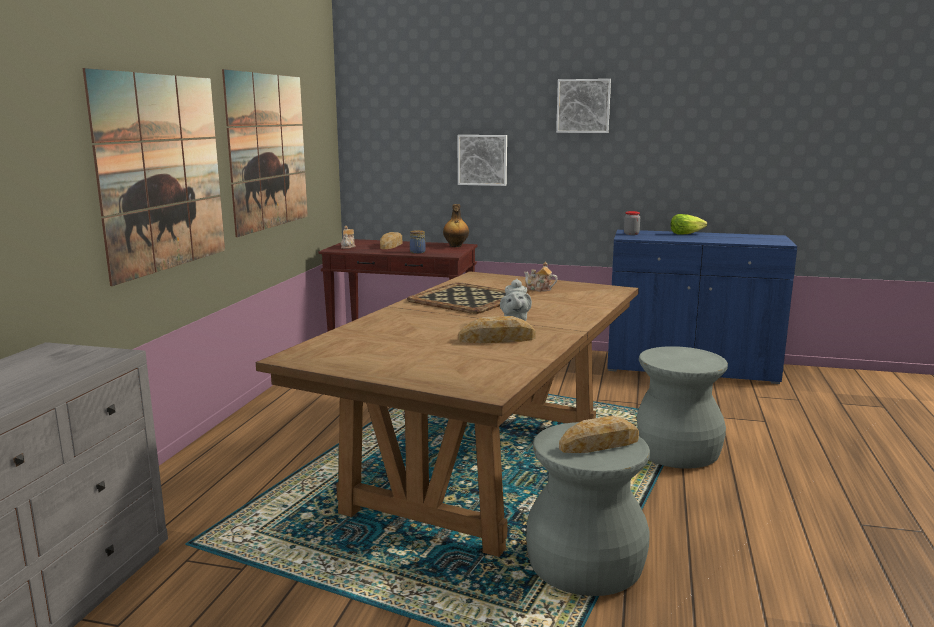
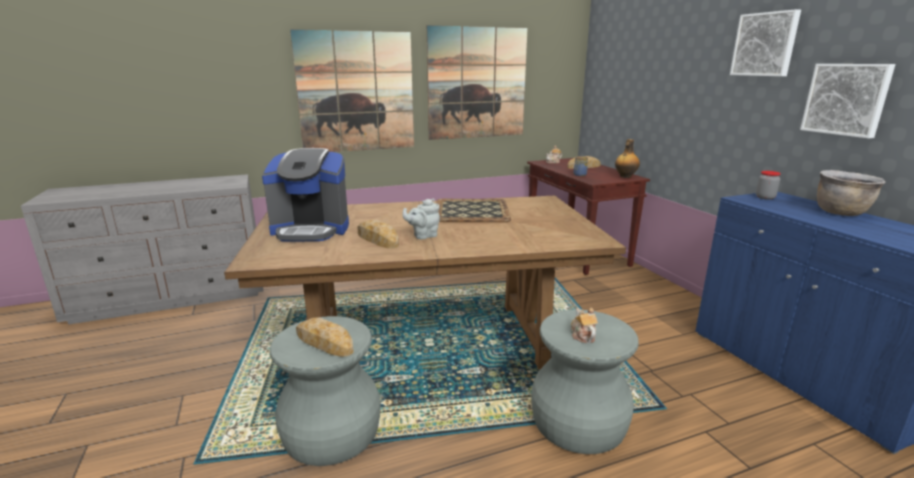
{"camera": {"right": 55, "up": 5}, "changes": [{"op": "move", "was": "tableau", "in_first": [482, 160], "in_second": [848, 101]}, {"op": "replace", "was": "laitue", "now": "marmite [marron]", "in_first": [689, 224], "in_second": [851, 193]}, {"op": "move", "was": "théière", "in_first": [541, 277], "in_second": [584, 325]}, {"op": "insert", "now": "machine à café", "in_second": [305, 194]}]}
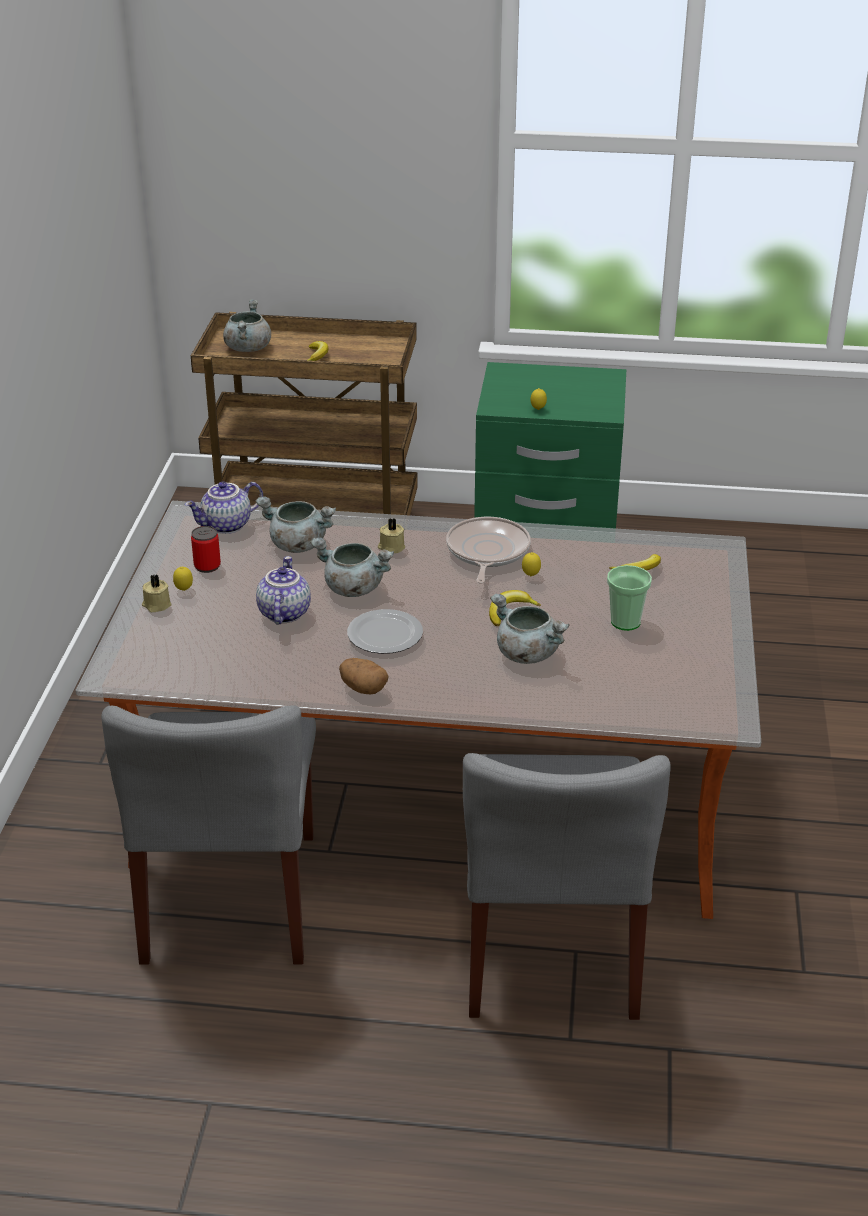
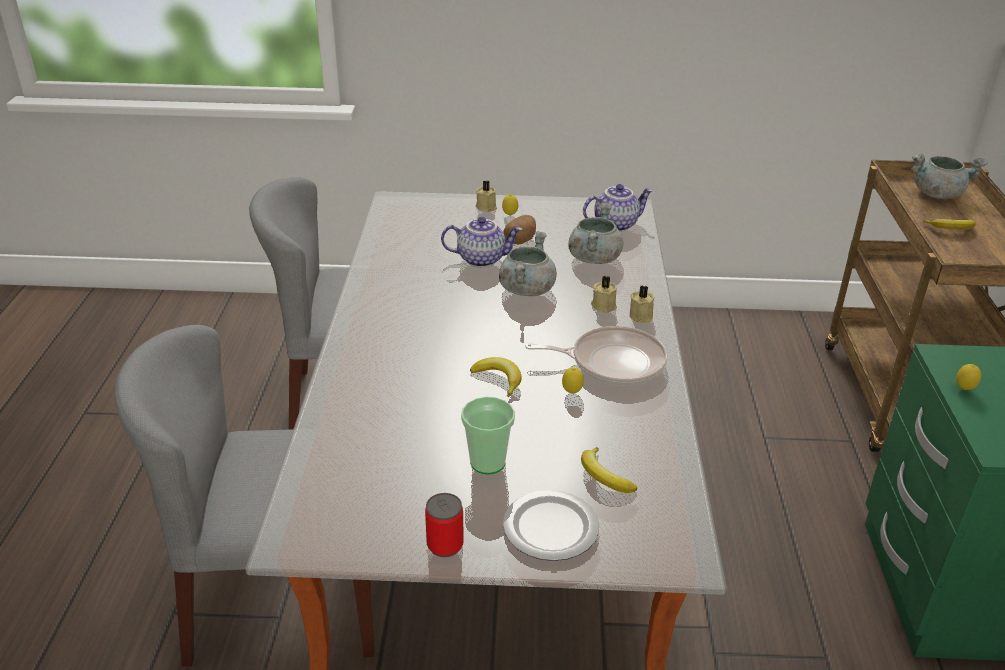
{"camera": {"right": 85, "up": 0}, "changes": [{"op": "rotate", "was": "théière", "in_first": [224, 508], "in_second": [618, 208], "clockwise": 105}, {"op": "move", "was": "boîte métallique", "in_first": [206, 549], "in_second": [444, 525]}, {"op": "delete", "was": "marmite [gris]", "in_first": [529, 629]}, {"op": "move", "was": "assiette", "in_first": [385, 631], "in_second": [551, 525]}, {"op": "move", "was": "pomme de terre", "in_first": [363, 676], "in_second": [519, 230]}, {"op": "insert", "now": "bougie [beige]", "in_second": [642, 304]}]}
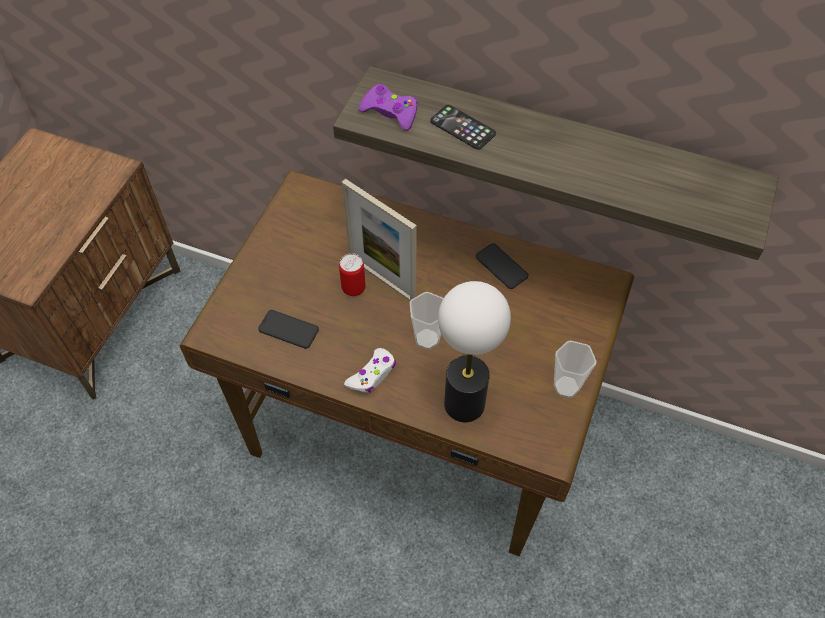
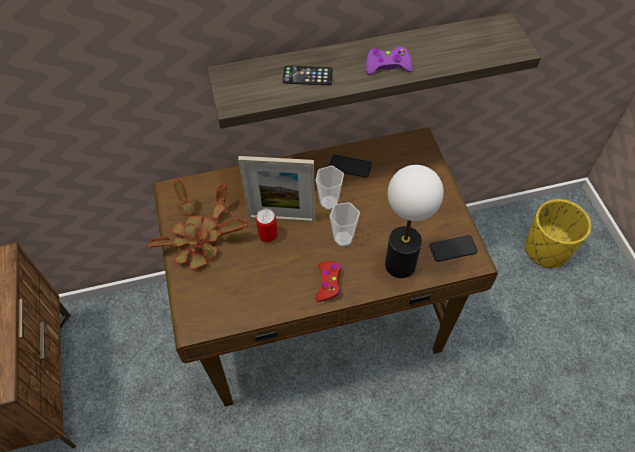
{"camera": {"right": -35, "up": 0}, "changes": [{"op": "move", "was": "manette [violet]", "in_first": [388, 107], "in_second": [389, 61]}, {"op": "move", "was": "téléphone", "in_first": [288, 329], "in_second": [453, 248]}, {"op": "move", "was": "tasse", "in_first": [575, 369], "in_second": [330, 188]}, {"op": "recolor", "was": "manette [blanc]", "now": "manette [rouge]", "in_first": [370, 370], "in_second": [328, 281]}, {"op": "insert", "now": "plante en pot", "in_second": [198, 224]}, {"op": "insert", "now": "cache-pot [jaune]", "in_second": [558, 234]}]}
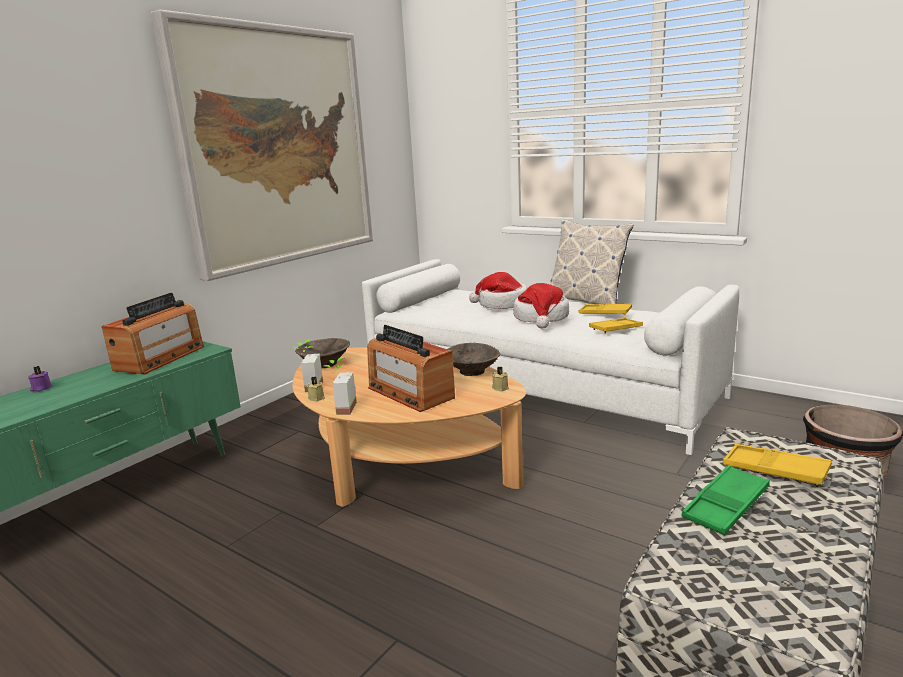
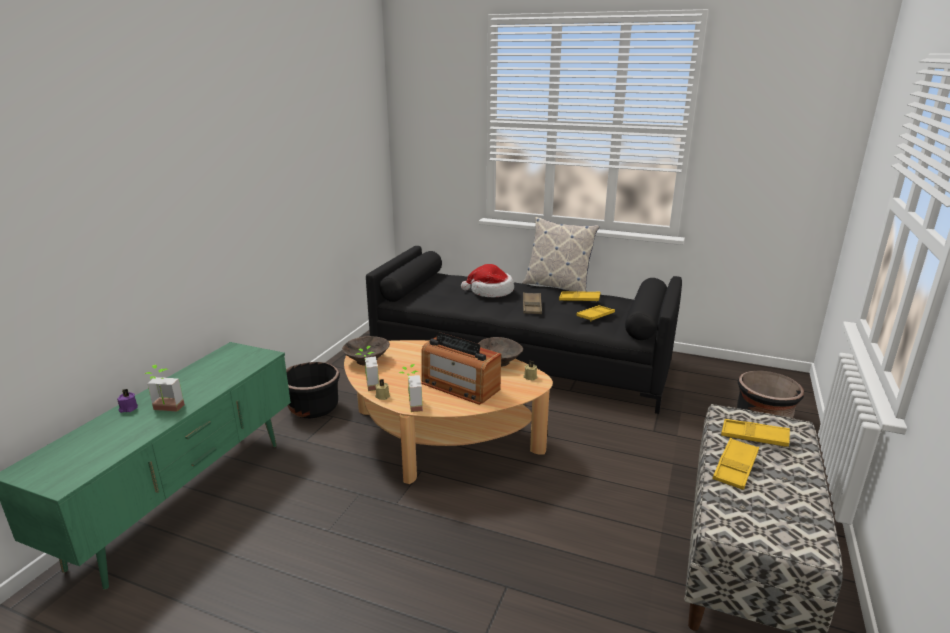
{"camera": {"right": -15, "up": 5}, "changes": [{"op": "delete", "was": "tableau", "in_first": [262, 145]}, {"op": "recolor", "was": "canapé [blanc]", "now": "canapé [noir]", "in_first": [550, 357], "in_second": [524, 330]}, {"op": "replace", "was": "chapeau", "now": "plateau [marron]", "in_first": [541, 306], "in_second": [532, 303]}, {"op": "delete", "was": "radio", "in_first": [153, 333]}, {"op": "recolor", "was": "plateau [vert]", "now": "plateau [jaune]", "in_first": [726, 500], "in_second": [735, 464]}, {"op": "insert", "now": "cache-pot [noir]", "in_second": [313, 390]}, {"op": "insert", "now": "plante en pot", "in_second": [165, 388]}]}
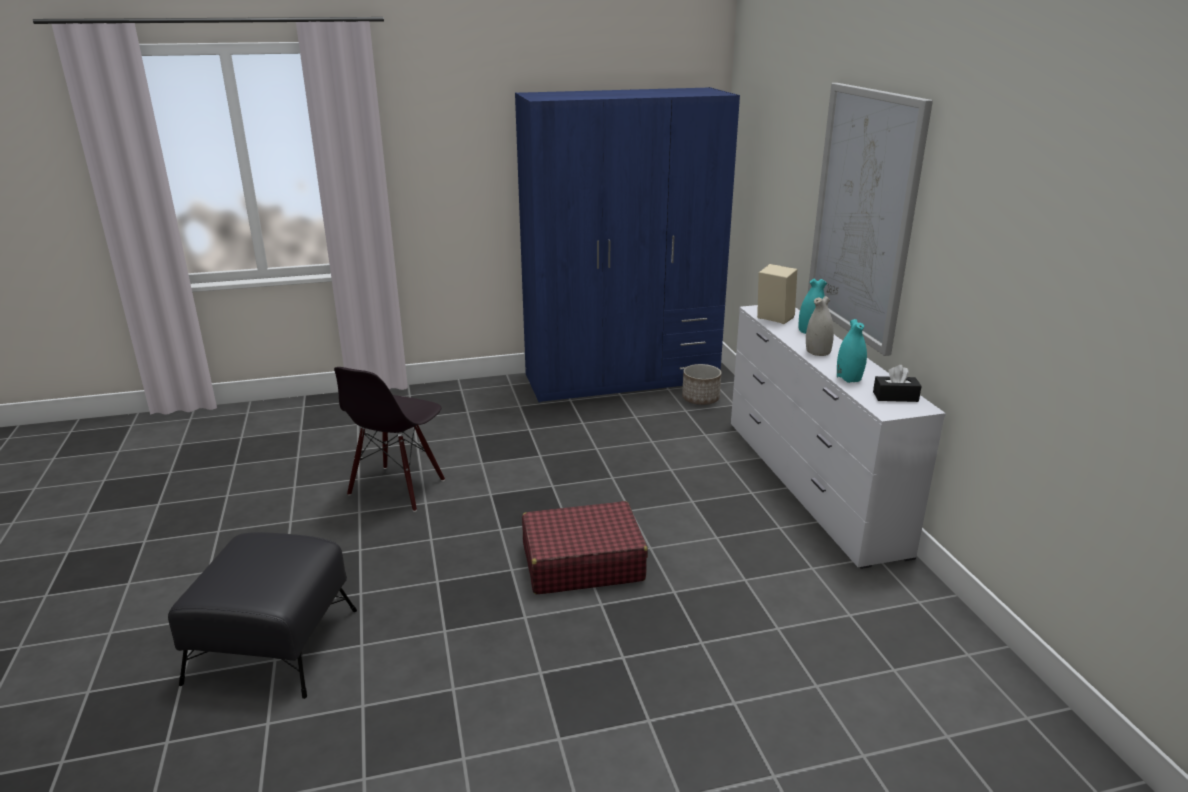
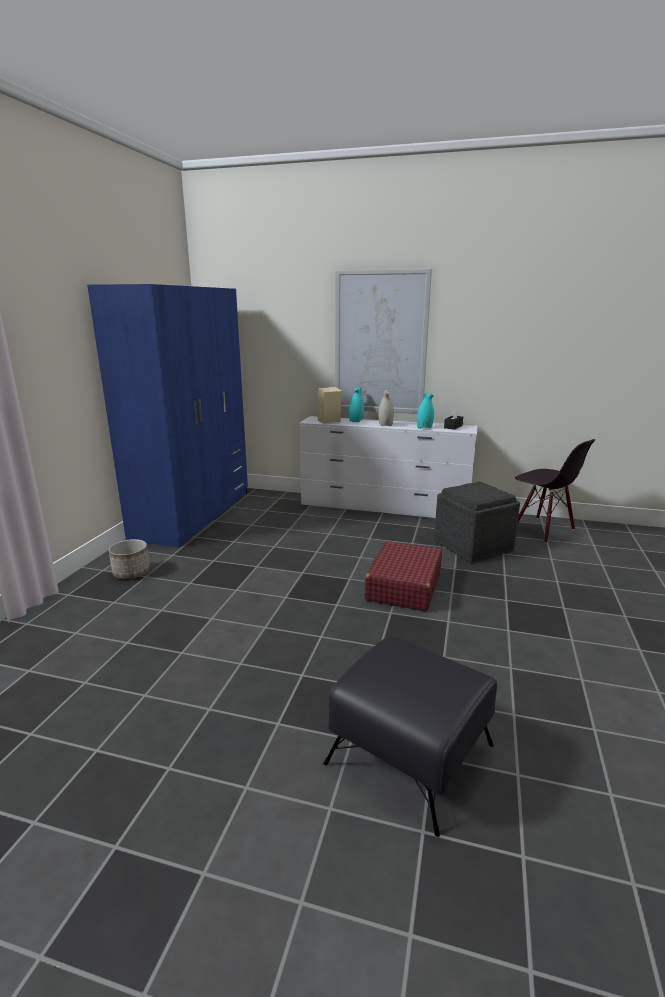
{"camera": {"right": -60, "up": -5}, "changes": [{"op": "move", "was": "cache-pot", "in_first": [701, 384], "in_second": [129, 559]}, {"op": "move", "was": "chaise [noir]", "in_first": [389, 439], "in_second": [555, 491]}, {"op": "insert", "now": "pouf [gris]", "in_second": [477, 522]}]}
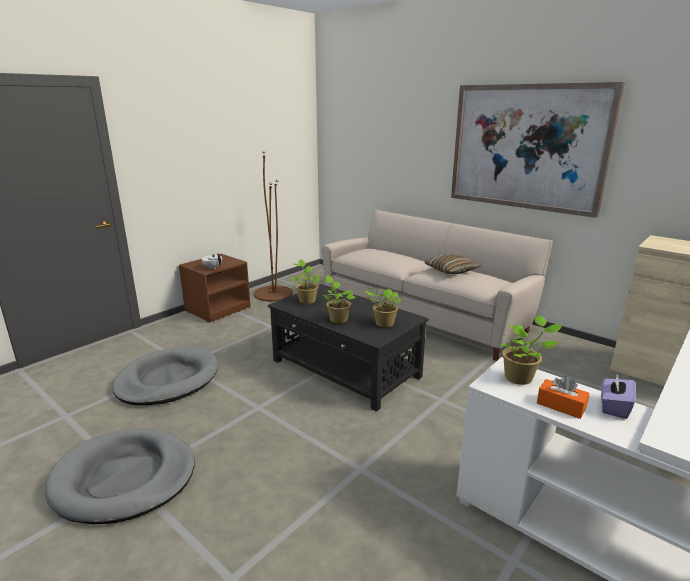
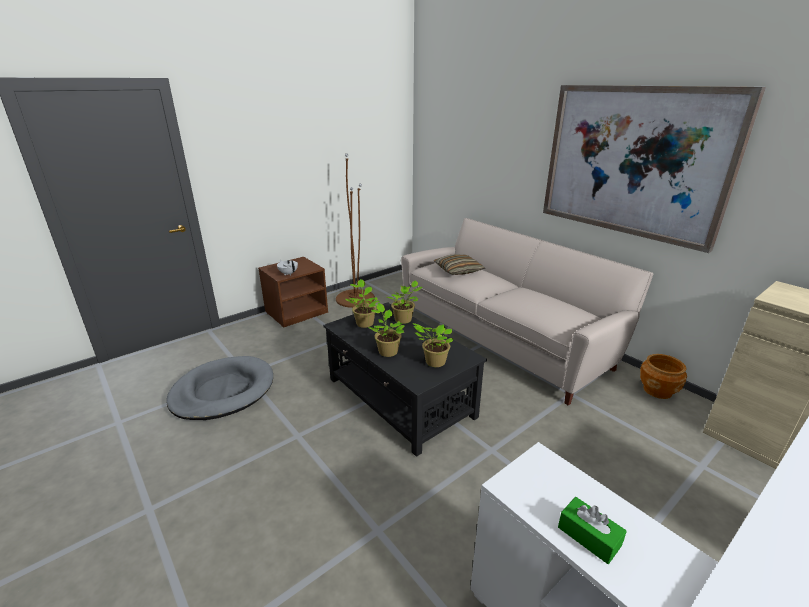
{"camera": {"right": 10, "up": 5}, "changes": [{"op": "move", "was": "coussin", "in_first": [452, 264], "in_second": [459, 264]}, {"op": "move", "was": "plante en pot", "in_first": [531, 350], "in_second": [405, 302]}, {"op": "delete", "was": "boîte à mouchoirs [violet]", "in_first": [618, 395]}, {"op": "recolor", "was": "boîte à mouchoirs [orange]", "now": "boîte à mouchoirs [vert]", "in_first": [563, 397], "in_second": [592, 530]}, {"op": "delete", "was": "panier pour chien [gris]", "in_first": [120, 476]}, {"op": "insert", "now": "cache-pot [marron]", "in_second": [663, 376]}]}
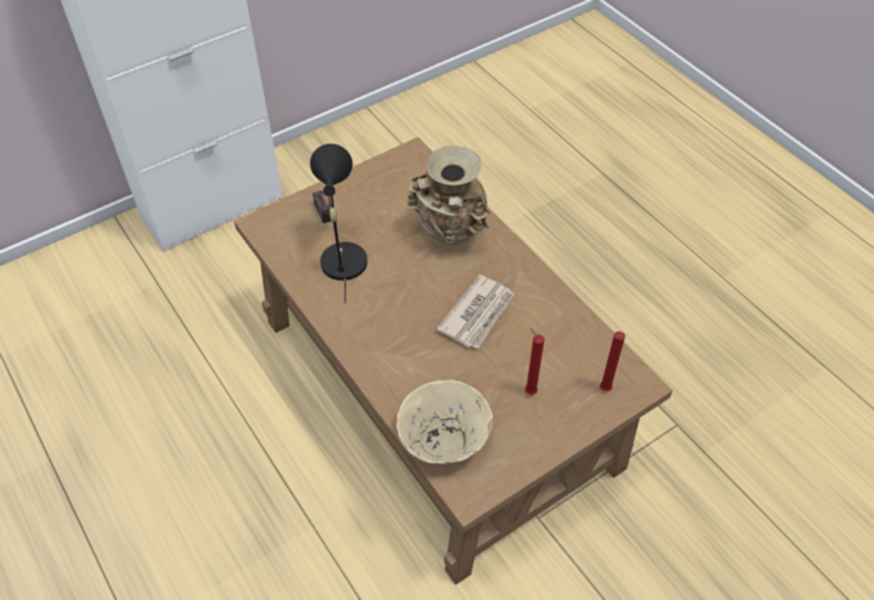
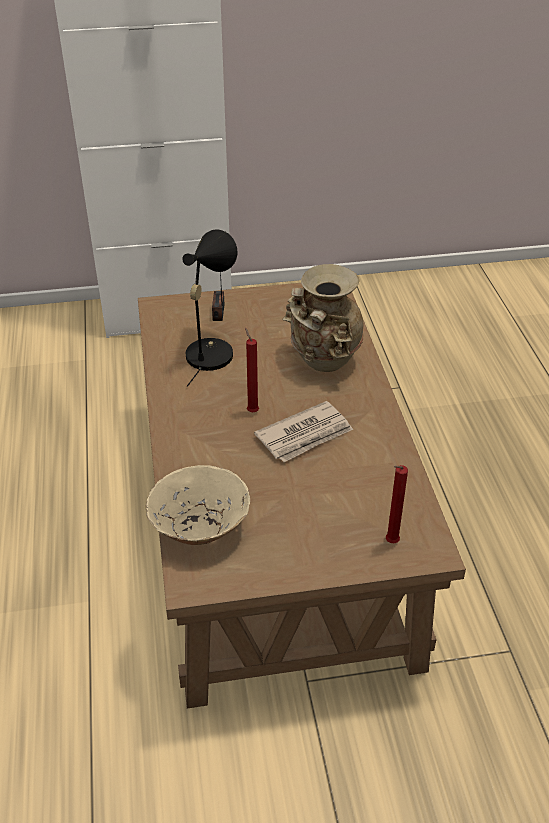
{"camera": {"right": 25, "up": -10}, "changes": [{"op": "move", "was": "bougie [rouge]", "in_first": [535, 361], "in_second": [252, 370]}]}
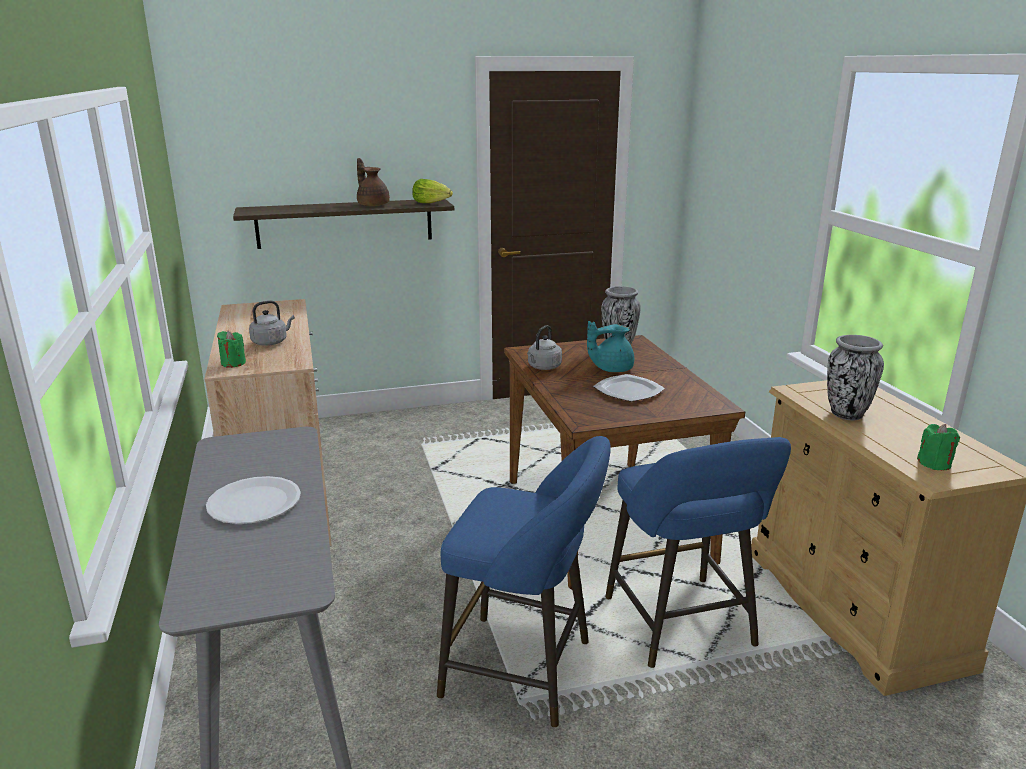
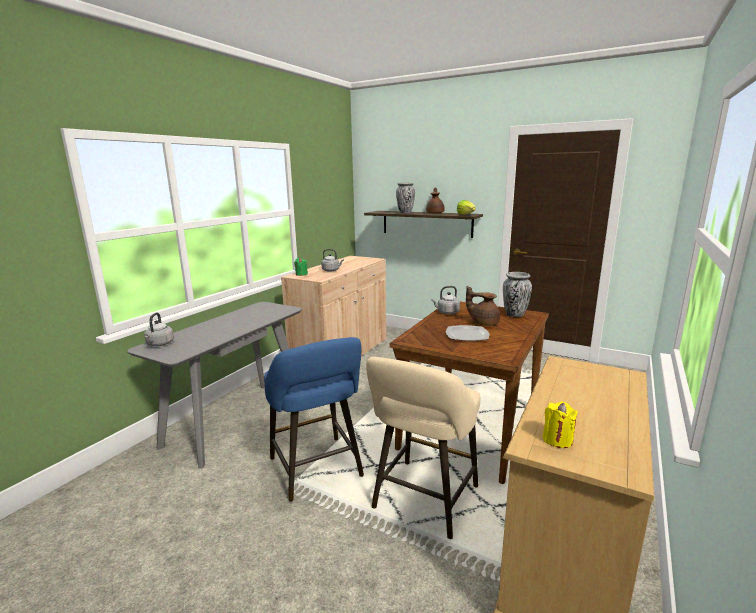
{"camera": {"right": 45, "up": -5}, "changes": [{"op": "recolor", "was": "théière [turquoise]", "now": "théière [marron]", "in_first": [610, 346], "in_second": [483, 306]}, {"op": "move", "was": "vase", "in_first": [855, 377], "in_second": [405, 198]}, {"op": "recolor", "was": "bougie [vert]", "now": "bougie [jaune]", "in_first": [938, 447], "in_second": [560, 425]}, {"op": "recolor", "was": "tabouret [bleu]", "now": "tabouret [beige]", "in_first": [698, 552], "in_second": [423, 448]}, {"op": "delete", "was": "assiette [blanc]", "in_first": [253, 500]}, {"op": "insert", "now": "bouilloire [gris]", "in_second": [159, 329]}]}
